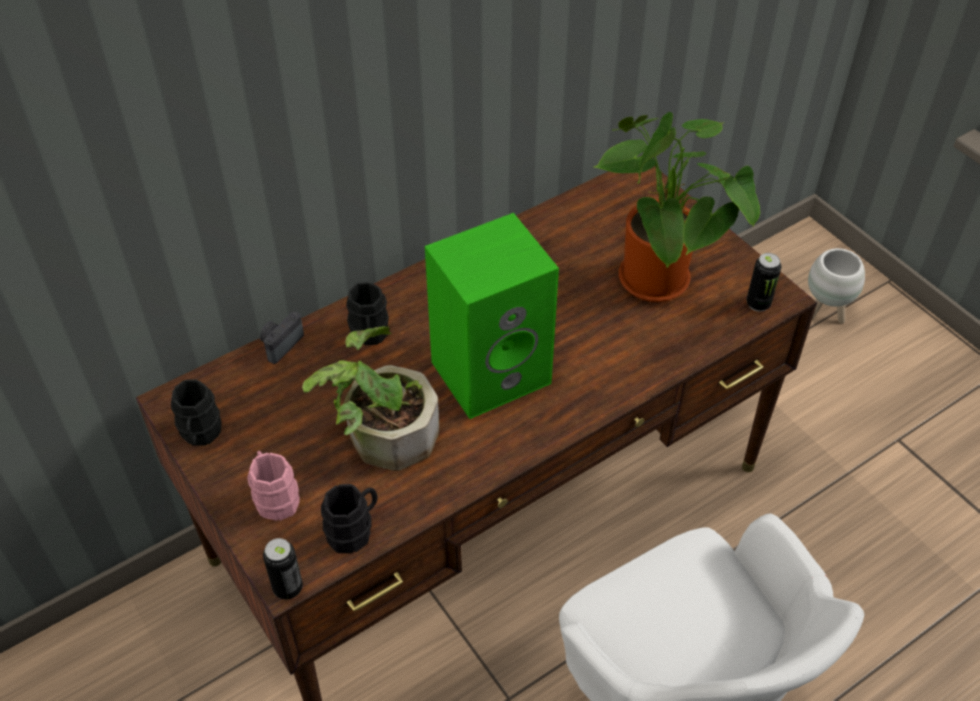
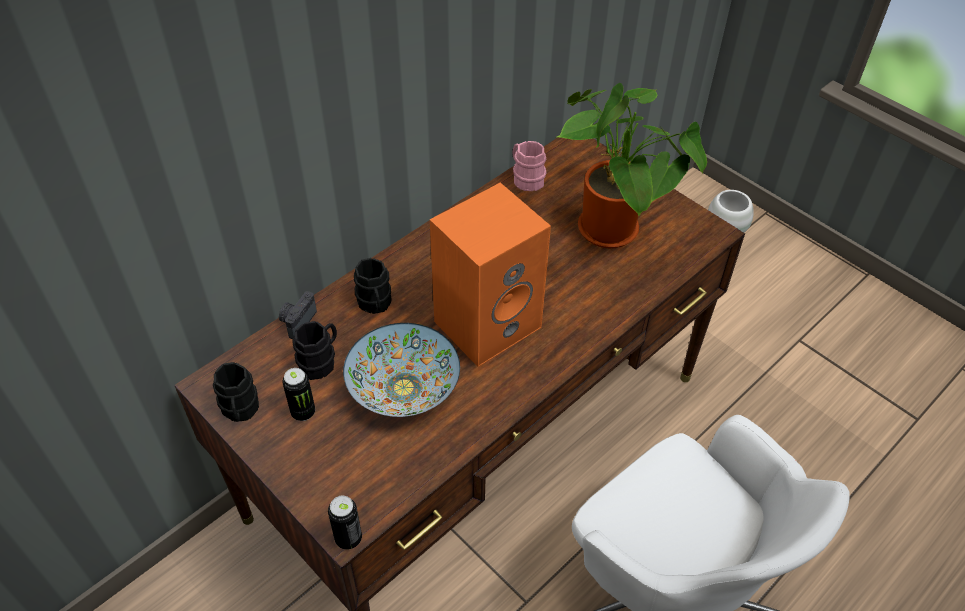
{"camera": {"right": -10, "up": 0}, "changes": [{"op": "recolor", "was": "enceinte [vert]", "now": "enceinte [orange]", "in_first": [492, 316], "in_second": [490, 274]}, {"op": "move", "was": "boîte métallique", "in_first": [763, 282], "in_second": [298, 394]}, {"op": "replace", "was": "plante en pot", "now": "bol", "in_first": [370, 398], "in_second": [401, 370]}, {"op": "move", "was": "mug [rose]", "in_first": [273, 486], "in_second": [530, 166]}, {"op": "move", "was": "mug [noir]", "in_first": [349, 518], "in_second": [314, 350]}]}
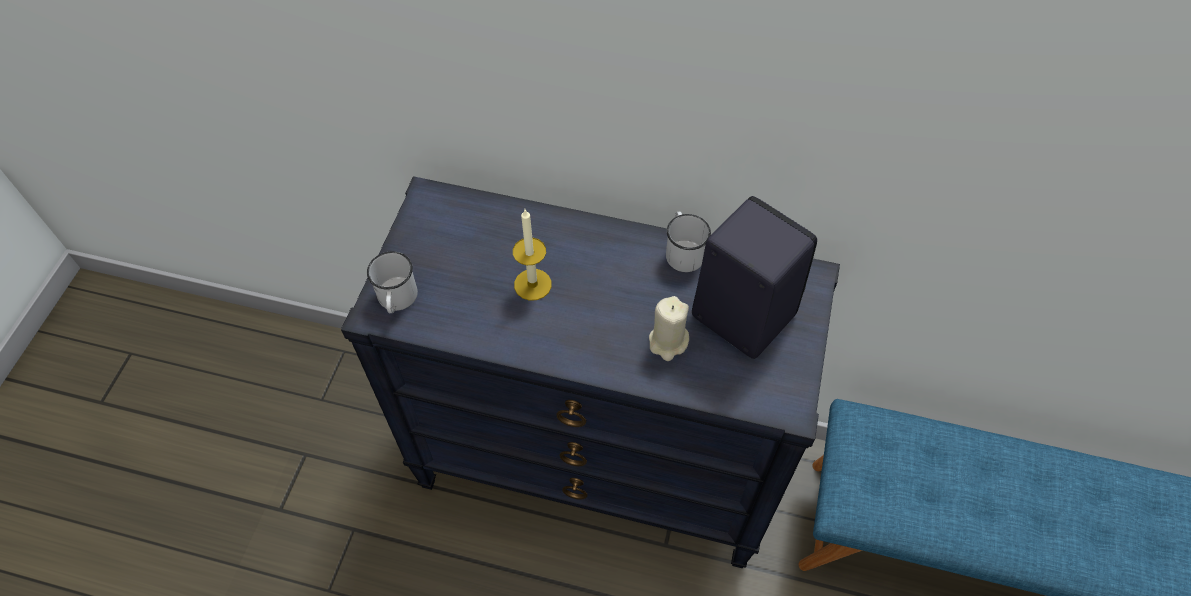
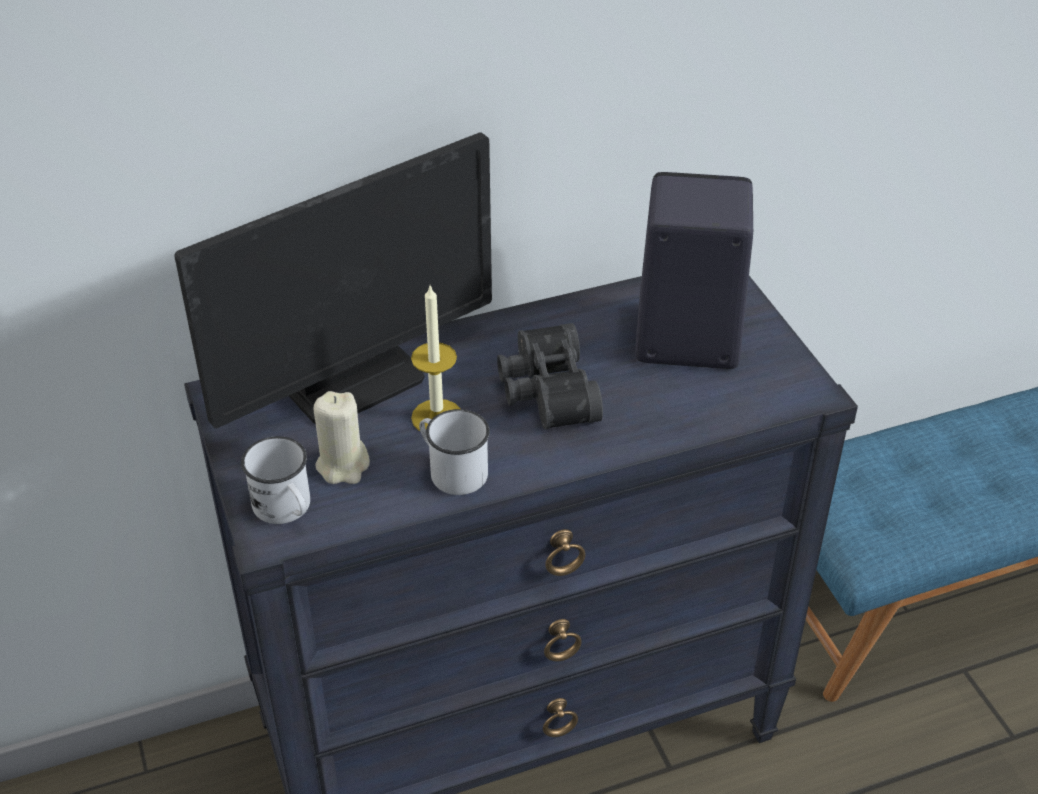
{"camera": {"right": -35, "up": -15}, "changes": [{"op": "move", "was": "mug [blanc]", "in_first": [688, 241], "in_second": [454, 452]}, {"op": "move", "was": "bougie [beige]", "in_first": [669, 328], "in_second": [341, 437]}, {"op": "insert", "now": "écran d'ordinateur", "in_second": [333, 280]}, {"op": "insert", "now": "jumelles [noir]", "in_second": [550, 376]}]}
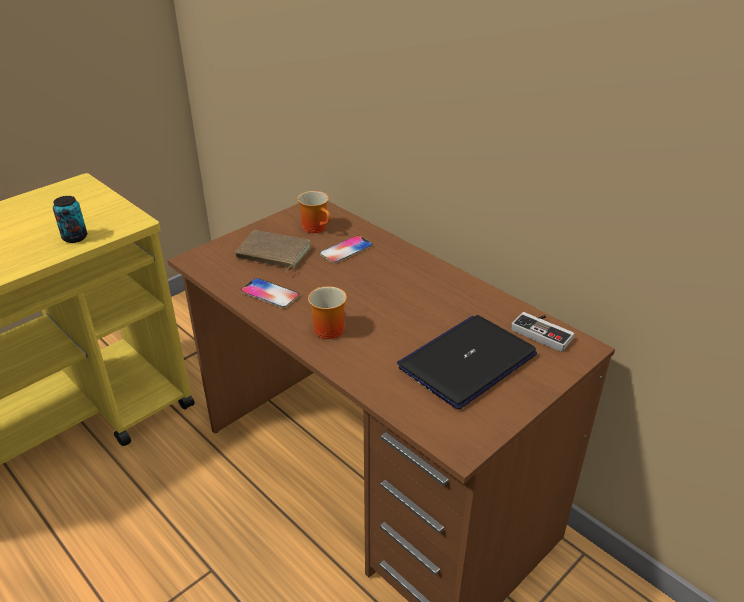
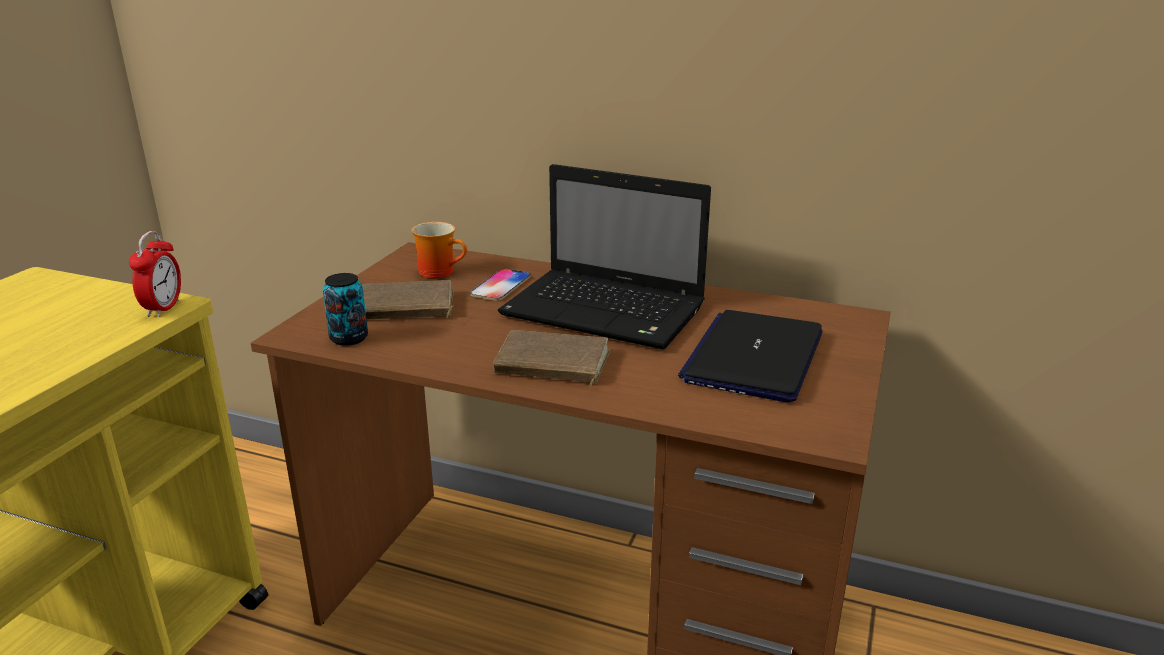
{"camera": {"right": -25, "up": -10}, "changes": [{"op": "move", "was": "boîte métallique", "in_first": [70, 219], "in_second": [345, 309]}, {"op": "delete", "was": "téléphone", "in_first": [270, 293]}, {"op": "replace", "was": "mug", "now": "livre [marron]", "in_first": [327, 312], "in_second": [551, 358]}, {"op": "delete", "was": "manette", "in_first": [543, 332]}, {"op": "insert", "now": "ordinateur portable", "in_second": [604, 257]}, {"op": "insert", "now": "réveil", "in_second": [155, 274]}]}
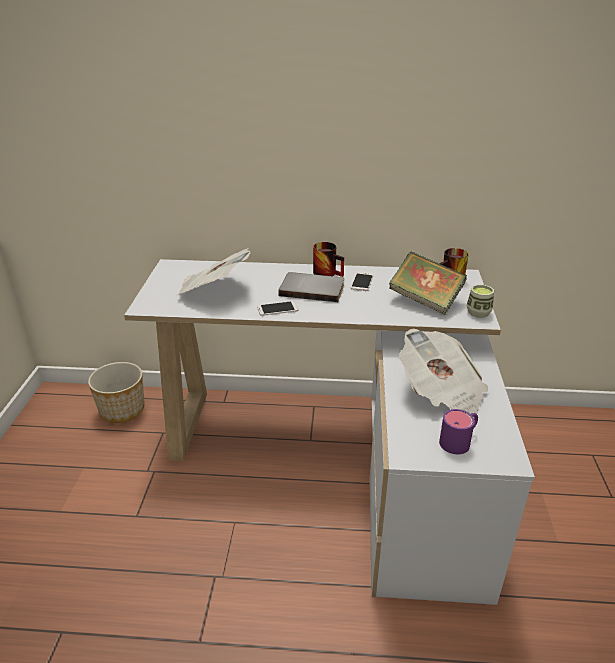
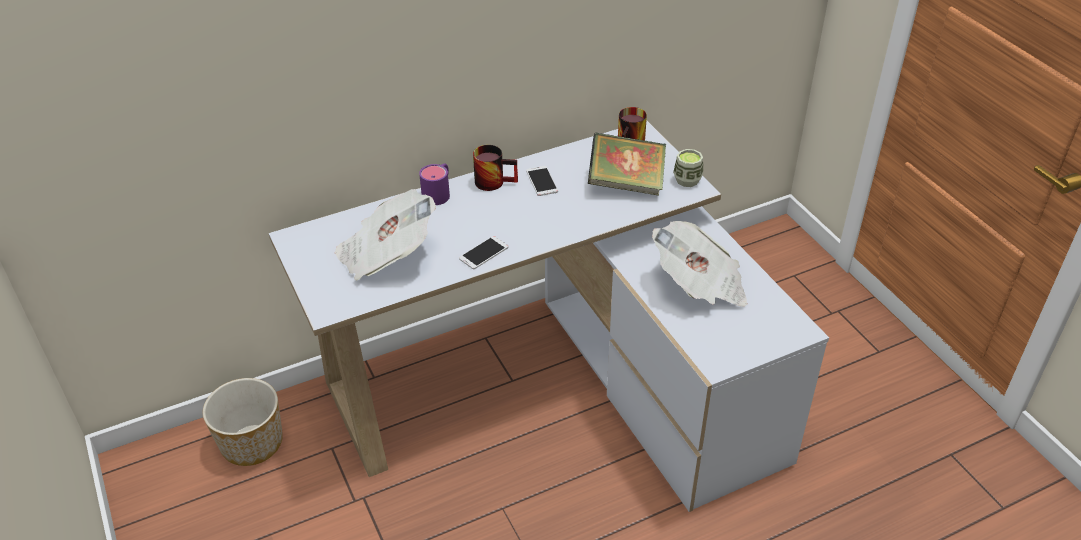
{"camera": {"right": -30, "up": 10}, "changes": [{"op": "delete", "was": "livre [gris]", "in_first": [311, 287]}, {"op": "move", "was": "mug [violet]", "in_first": [458, 431], "in_second": [434, 184]}]}
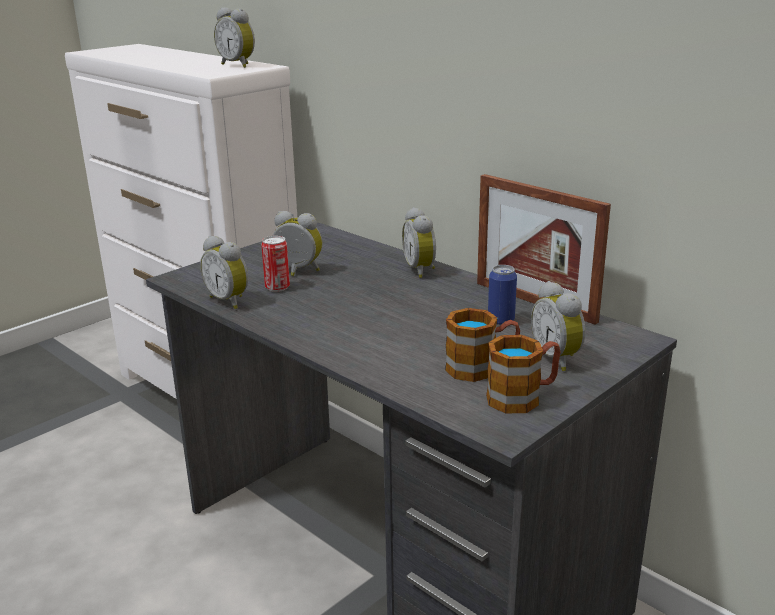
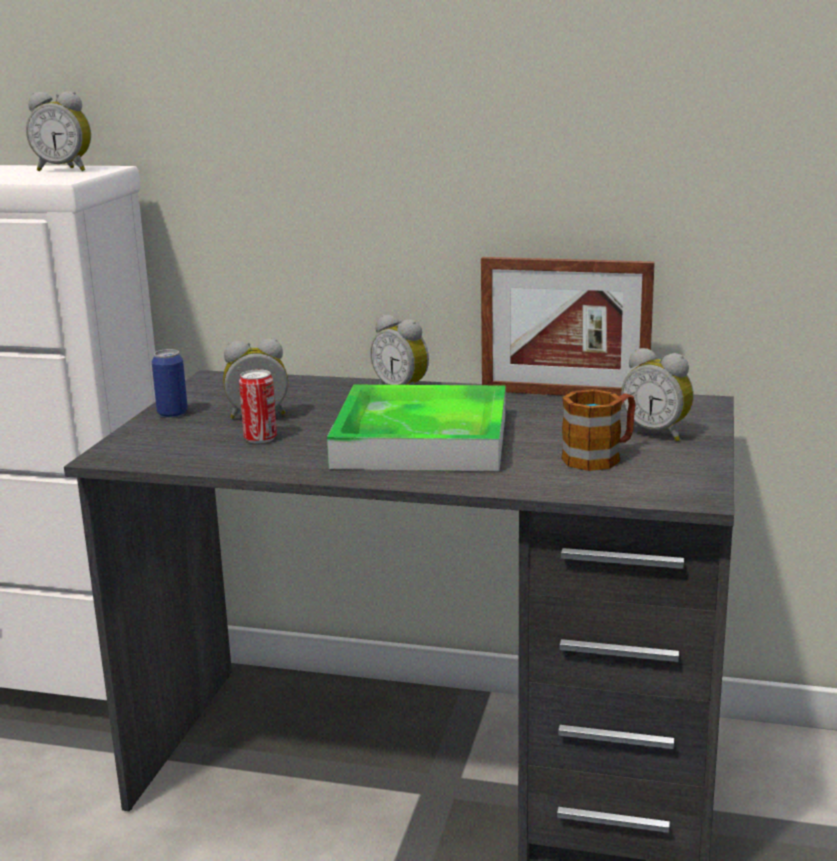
{"camera": {"right": -30, "up": -5}, "changes": [{"op": "delete", "was": "réveil", "in_first": [224, 272]}, {"op": "move", "was": "boîte métallique", "in_first": [502, 295], "in_second": [170, 383]}, {"op": "delete", "was": "mug", "in_first": [523, 374]}, {"op": "insert", "now": "plateau", "in_second": [416, 428]}]}
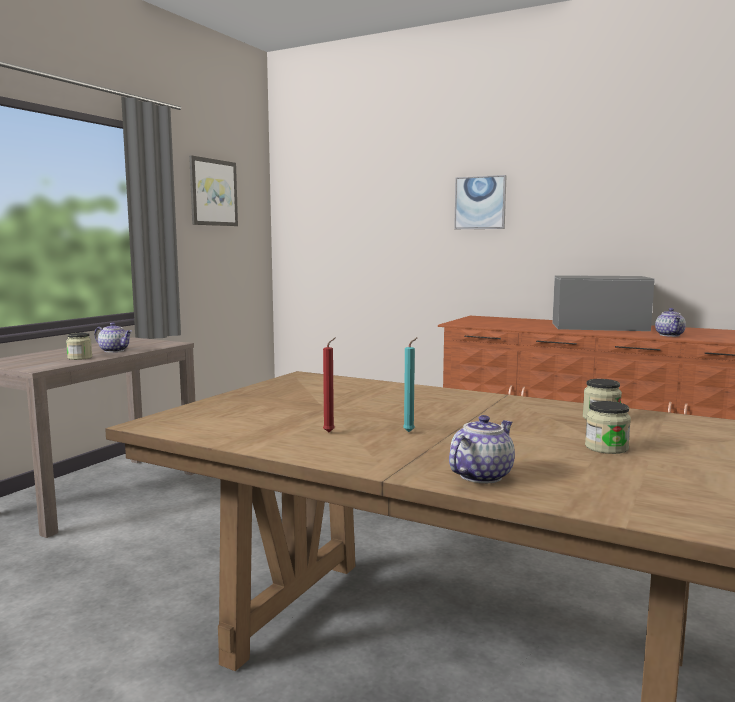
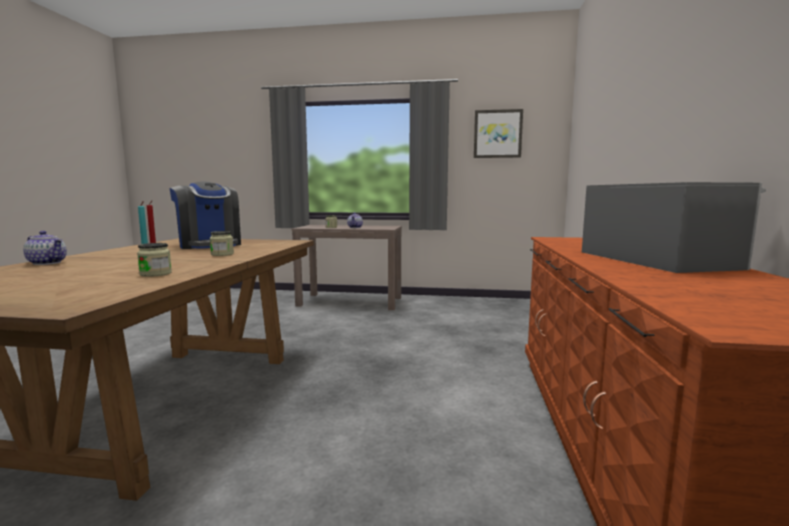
{"camera": {"right": 70, "up": 0}, "changes": [{"op": "delete", "was": "tableau", "in_first": [480, 202]}, {"op": "delete", "was": "théière", "in_first": [670, 322]}, {"op": "move", "was": "bocal", "in_first": [608, 427], "in_second": [222, 243]}, {"op": "insert", "now": "machine à café", "in_second": [205, 215]}]}
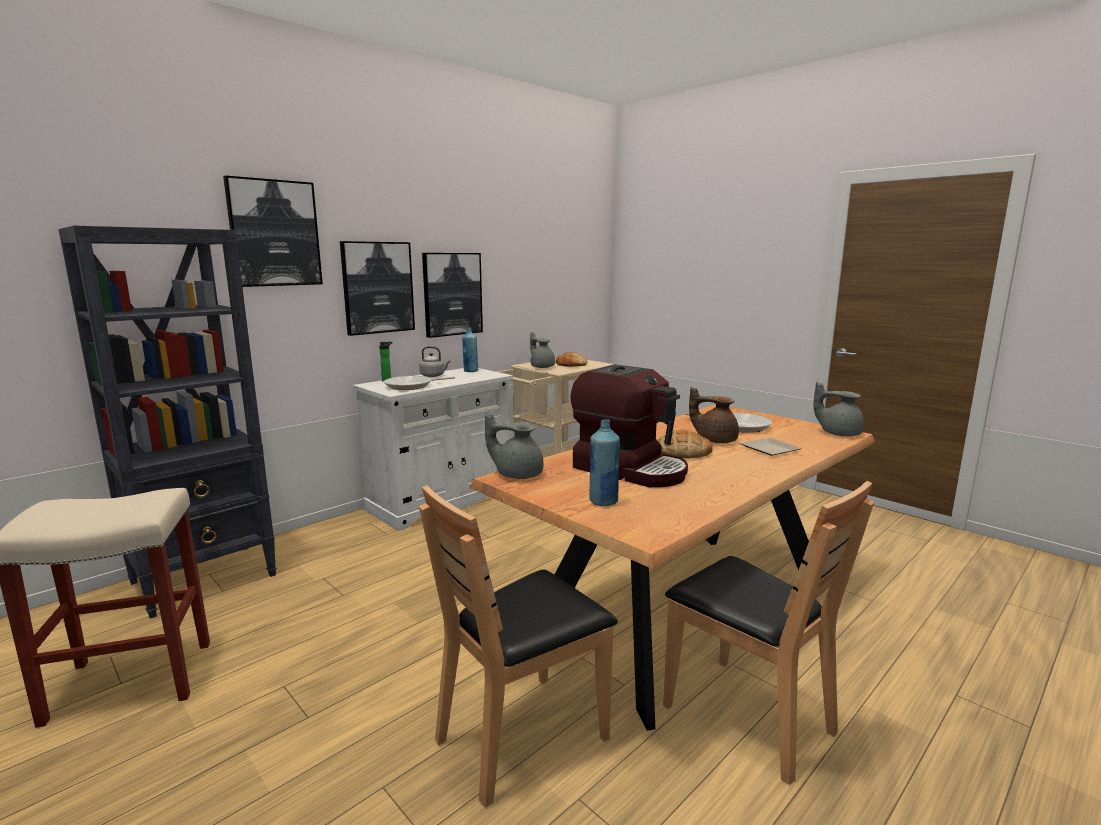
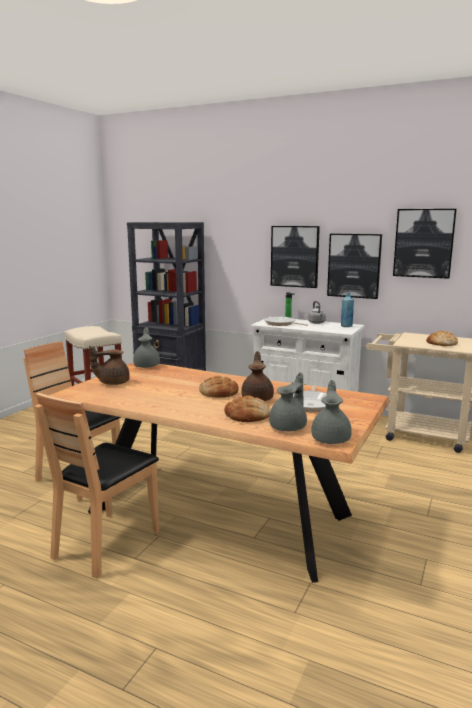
{"camera": {"right": 70, "up": 0}, "changes": [{"op": "move", "was": "tableau", "in_first": [273, 231], "in_second": [425, 244]}, {"op": "move", "was": "théière [gris]", "in_first": [542, 350], "in_second": [288, 401]}, {"op": "delete", "was": "machine à café", "in_first": [629, 425]}, {"op": "replace", "was": "bouteille [bleu]", "now": "théière [marron]", "in_first": [604, 462], "in_second": [109, 365]}, {"op": "replace", "was": "assiette", "now": "pain", "in_first": [771, 446], "in_second": [247, 408]}]}
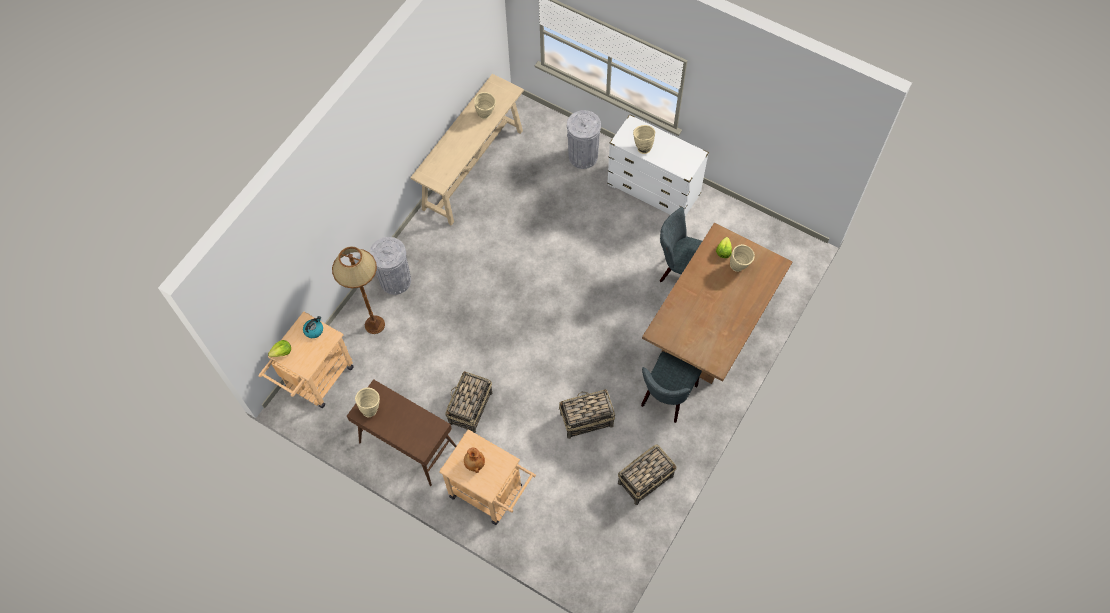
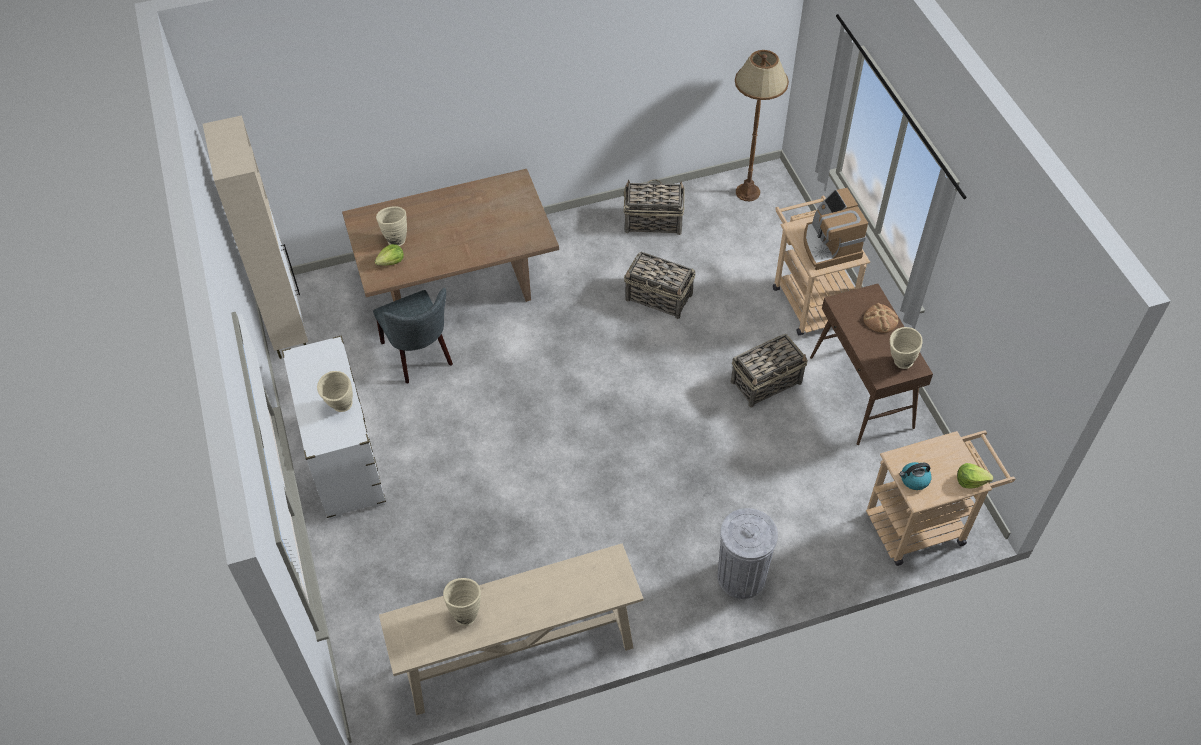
{"camera": {"right": -140, "up": -10}, "changes": [{"op": "delete", "was": "poubelle [gris]", "in_first": [584, 139]}, {"op": "move", "was": "lampadaire [marron]", "in_first": [358, 290], "in_second": [762, 125]}, {"op": "delete", "was": "chaise [gris]", "in_first": [671, 387]}, {"op": "replace", "was": "vase [marron]", "now": "machine à café", "in_first": [474, 460], "in_second": [835, 229]}, {"op": "insert", "now": "meuble de rangement [beige]", "in_second": [255, 237]}, {"op": "insert", "now": "pain", "in_second": [880, 318]}]}
